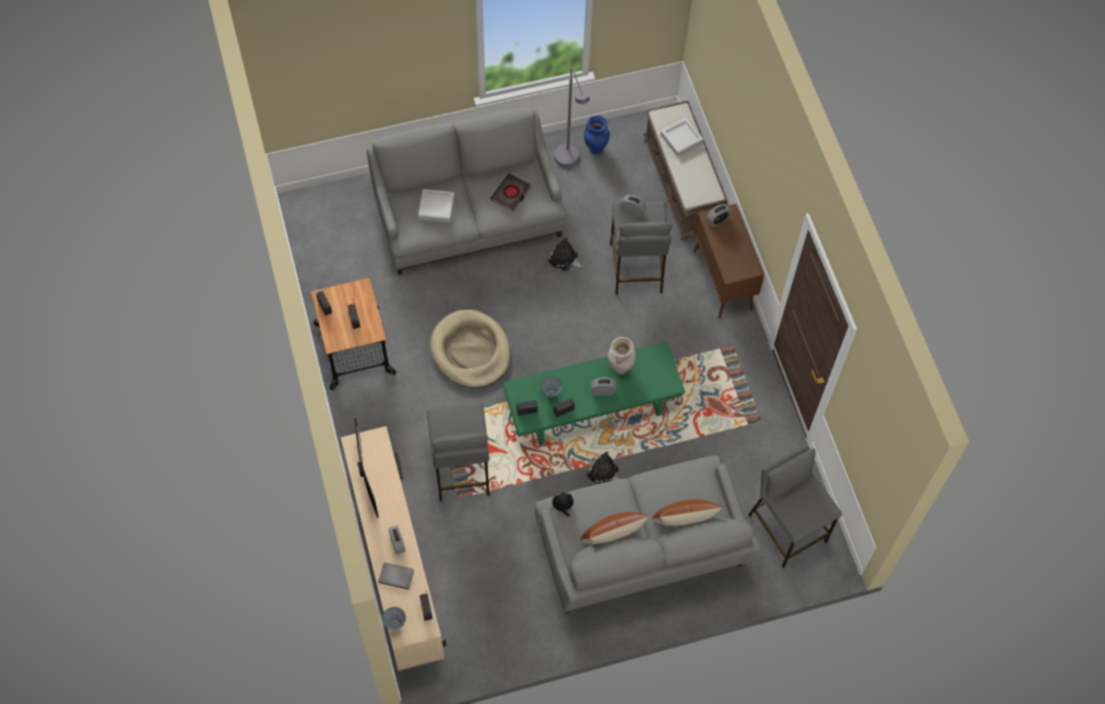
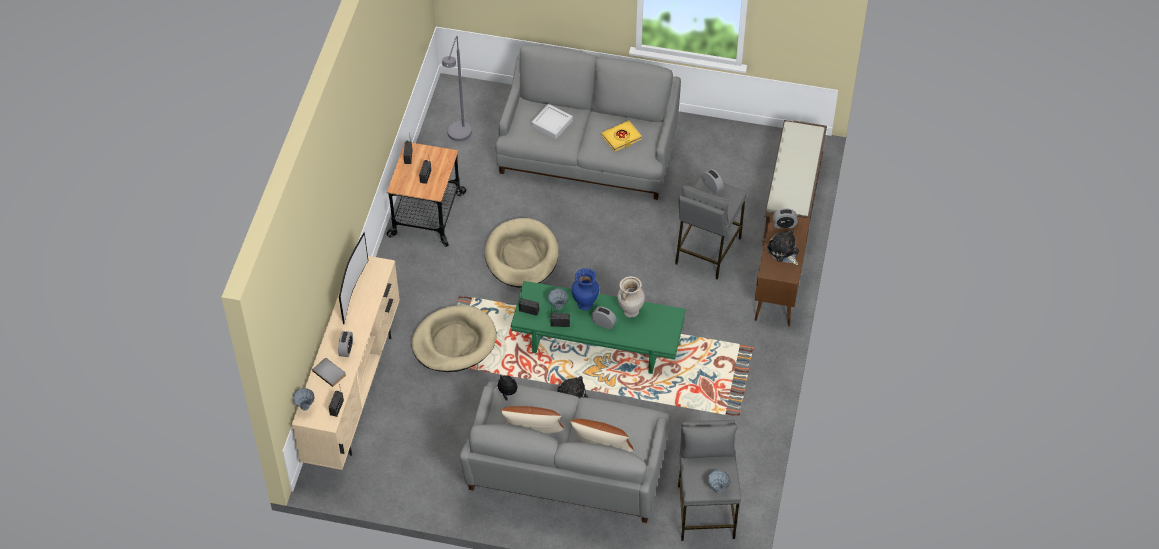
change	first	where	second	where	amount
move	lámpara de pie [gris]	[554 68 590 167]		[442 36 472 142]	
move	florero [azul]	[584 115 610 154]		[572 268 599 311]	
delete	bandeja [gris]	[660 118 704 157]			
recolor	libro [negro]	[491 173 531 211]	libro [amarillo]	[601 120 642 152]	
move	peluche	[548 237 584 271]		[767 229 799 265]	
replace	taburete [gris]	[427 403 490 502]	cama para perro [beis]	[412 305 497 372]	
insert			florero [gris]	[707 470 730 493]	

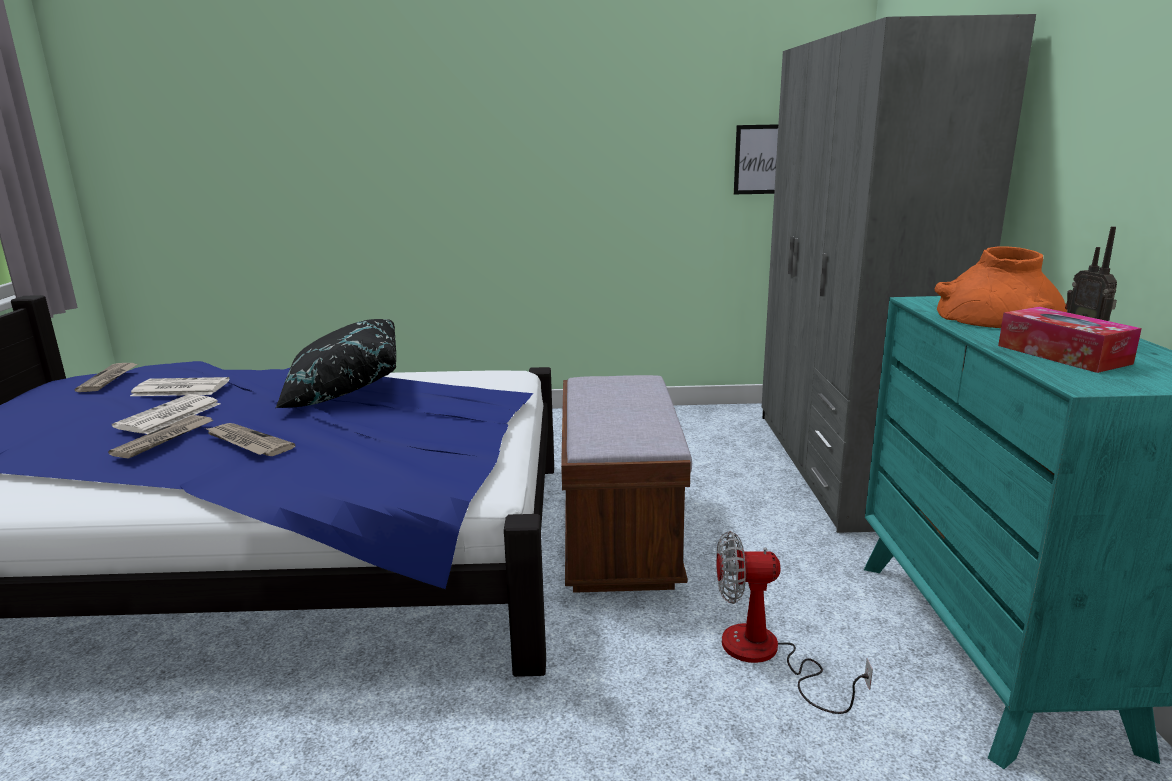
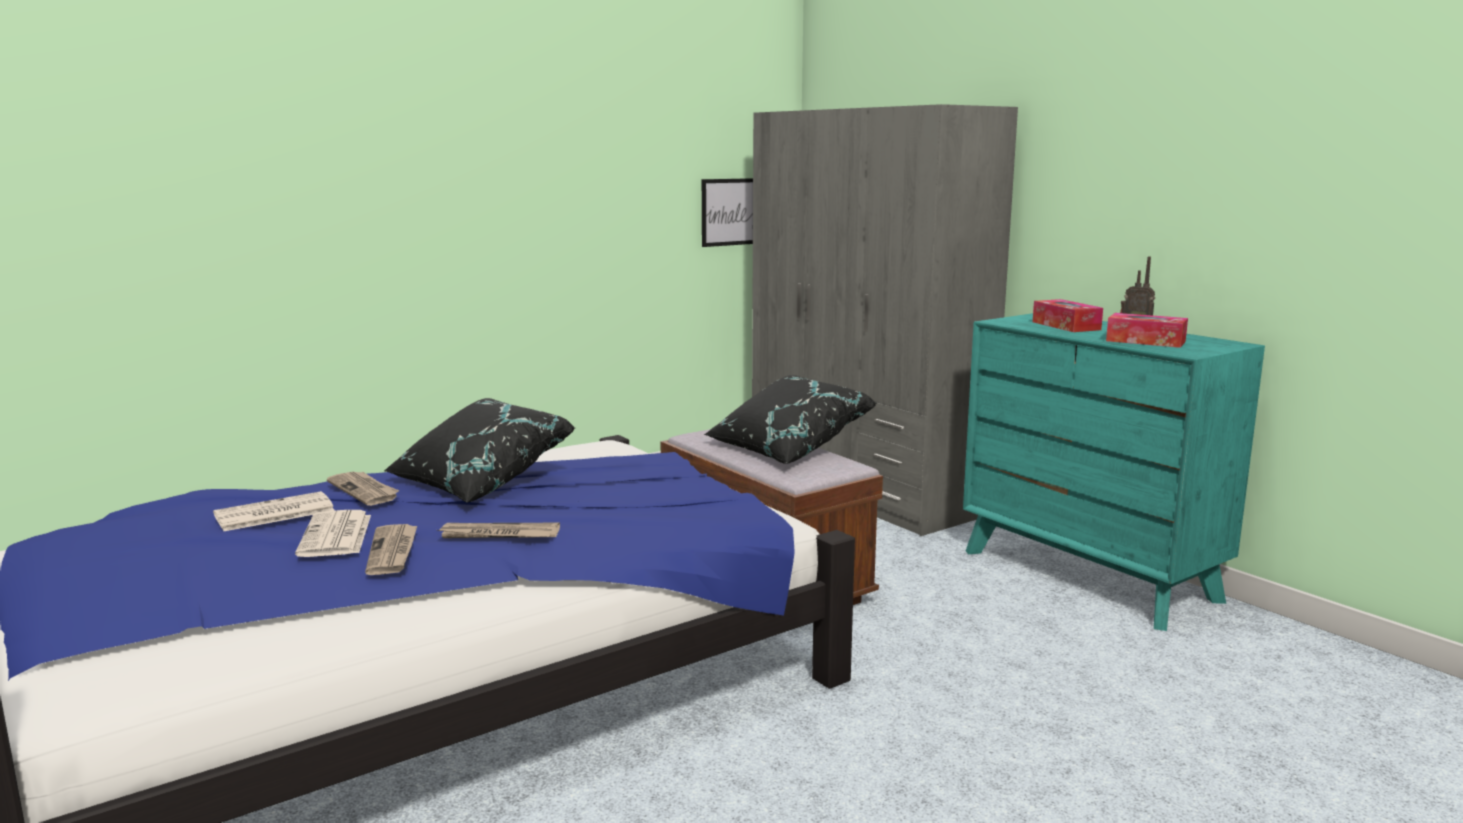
change	first	where	second	where	amount
replace	florero [naranja]	[935 247 1067 328]	caja de pañuelos	[1033 299 1103 332]	
move	periódico	[75 363 138 392]		[327 472 399 506]	
delete	ventilador	[717 531 873 714]			
insert			cojín [negro]	[704 375 877 464]	

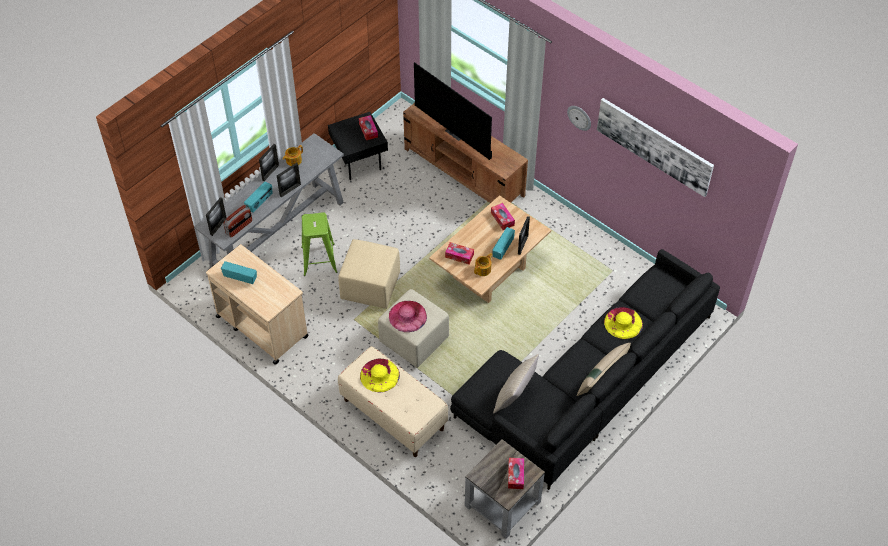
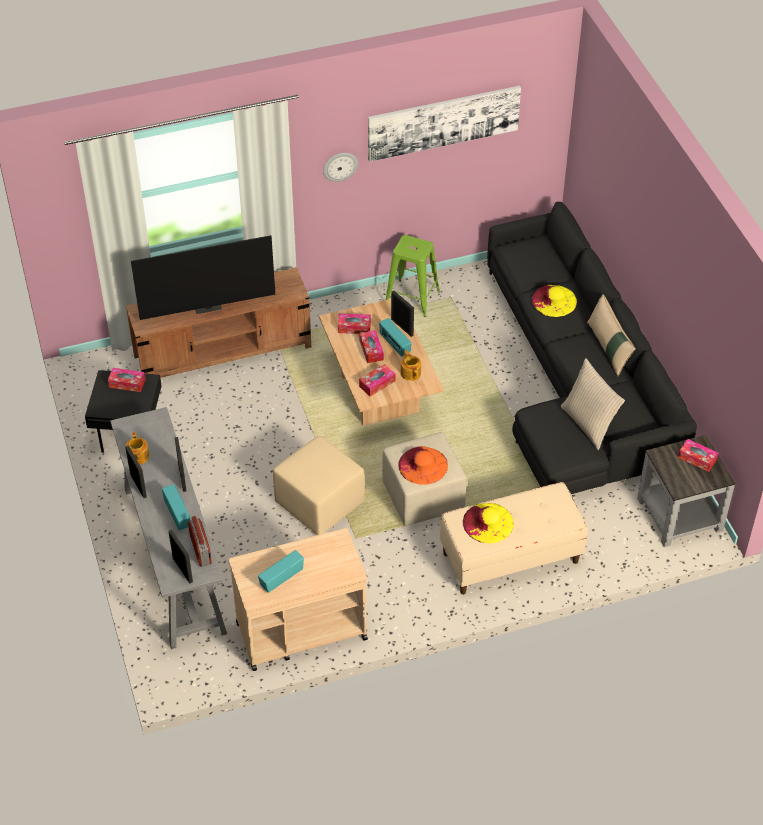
change	first	where	second	where	amount
move	taburete [verde]	[301 212 337 276]		[385 235 440 317]	
recolor	sombrero [rosa]	[389 301 427 332]	sombrero [naranja]	[399 446 448 485]	
insert			caja de pañuelos	[359 330 384 363]	

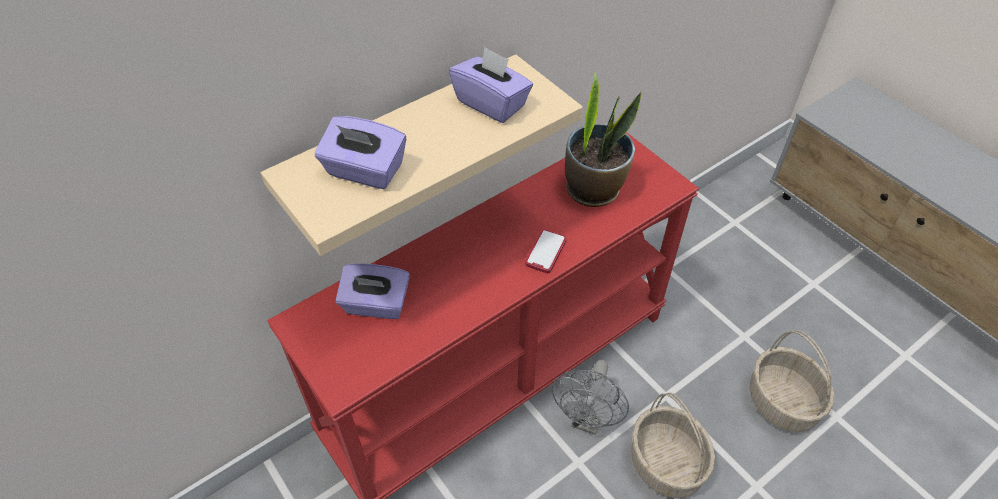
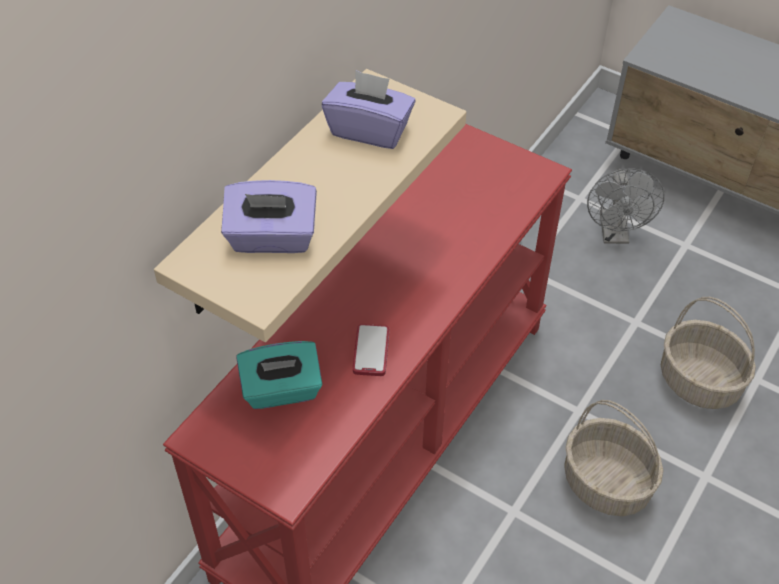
change	first	where	second	where	amount
delete	planta en maceta	[565 72 641 207]			
move	móvil	[525 230 566 273]		[353 324 389 376]	
recolor	caja de pañuelos [morado]	[336 263 410 319]	caja de pañuelos [turquesa]	[236 341 322 409]	
move	ventilador [gris]	[552 360 629 435]		[587 168 665 244]	

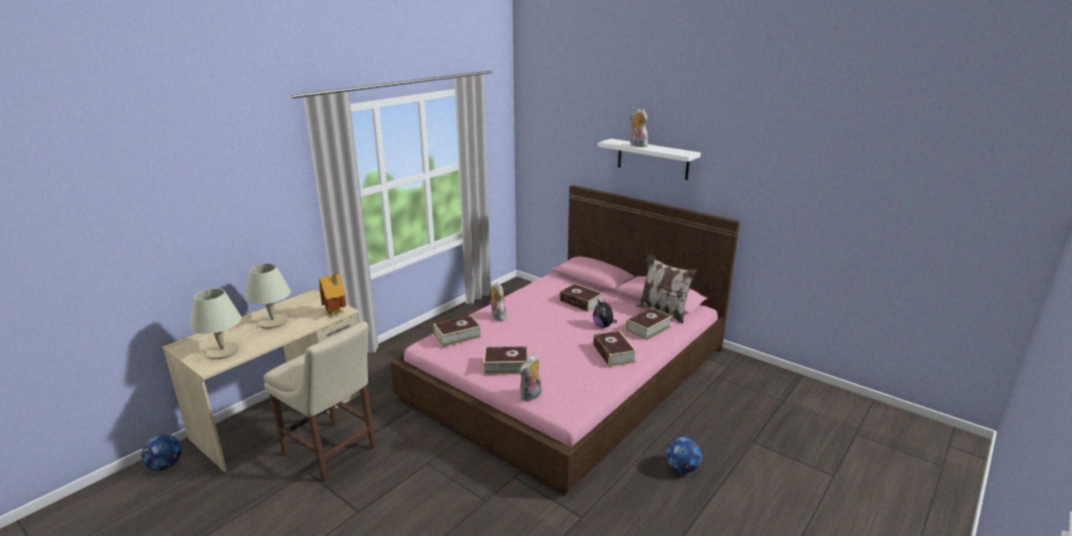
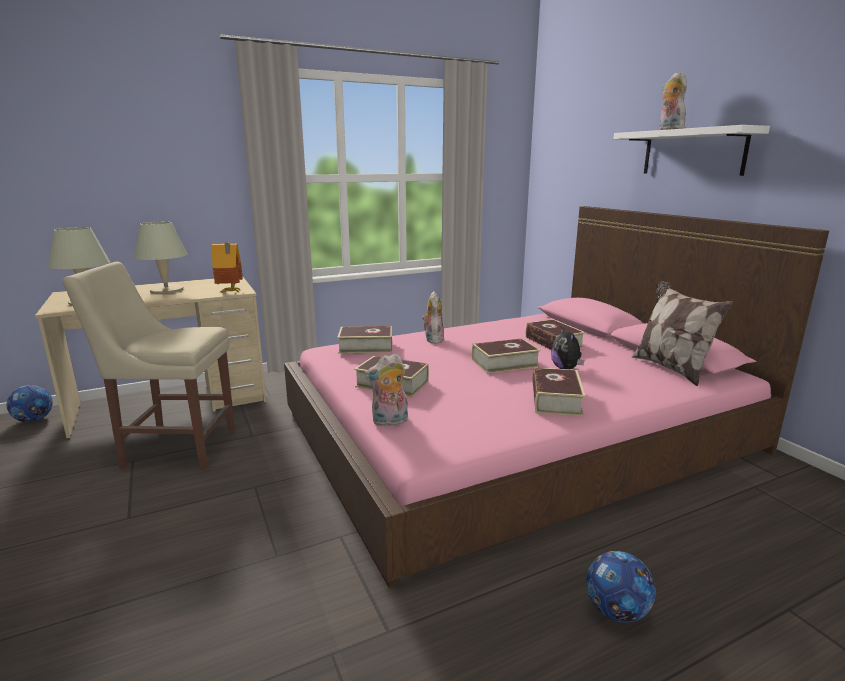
change	first	where	second	where	amount
move	libro	[626 308 672 341]		[472 339 541 373]	
rotate	silla [beis]	[264 321 376 482]		[63 262 235 470]	120 degrees clockwise

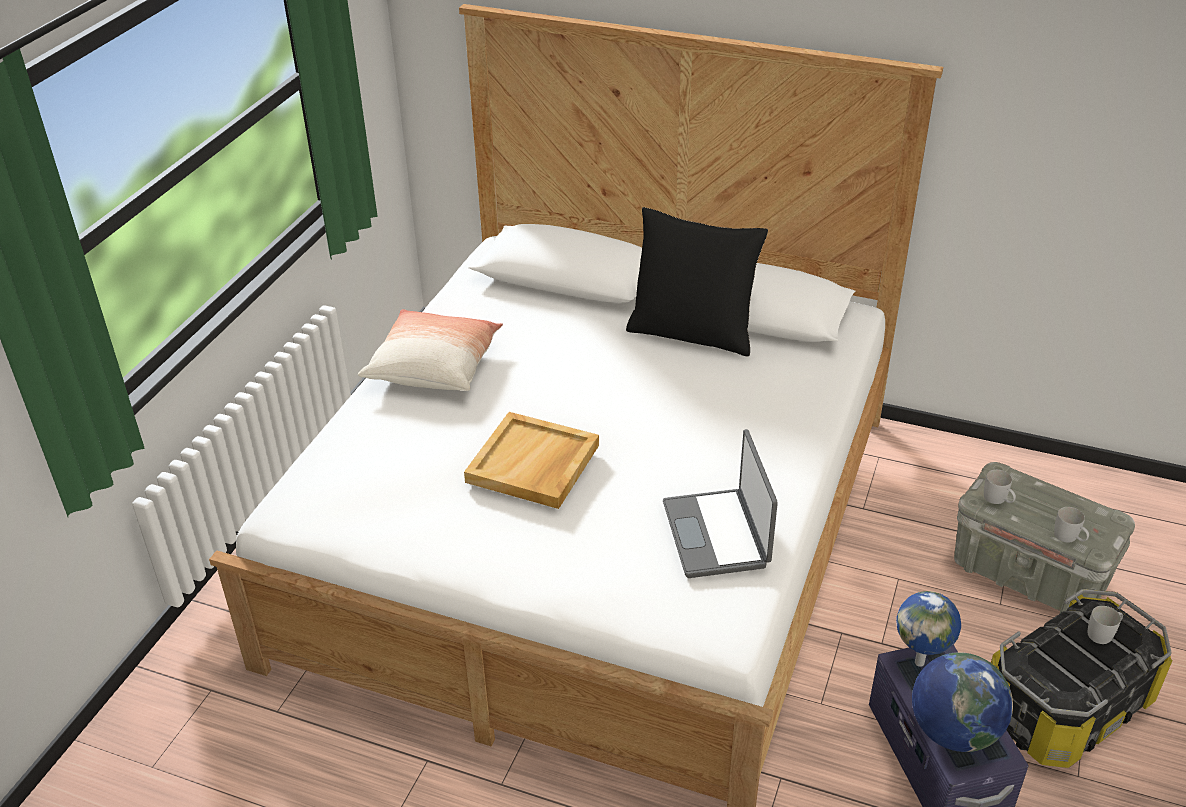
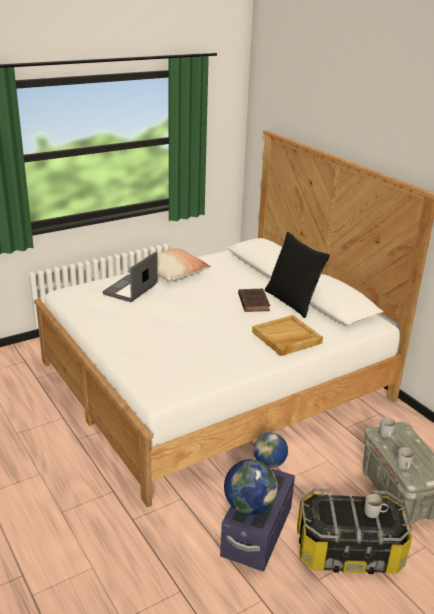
change	first	where	second	where	amount
move	bandeja [beis]	[464 412 599 509]		[252 315 323 356]	
move	portátil	[663 429 778 578]		[103 252 158 302]	
insert			libro [marrón]	[238 289 270 312]	

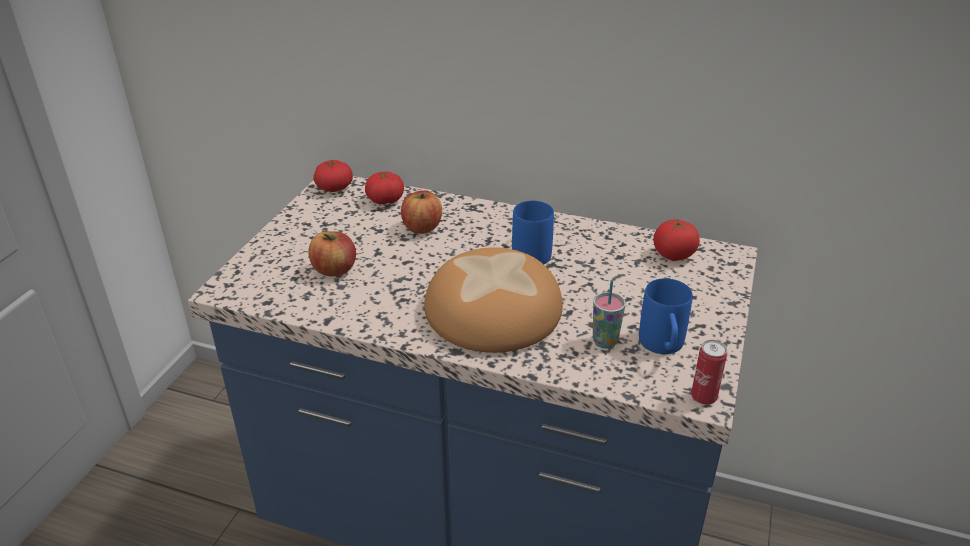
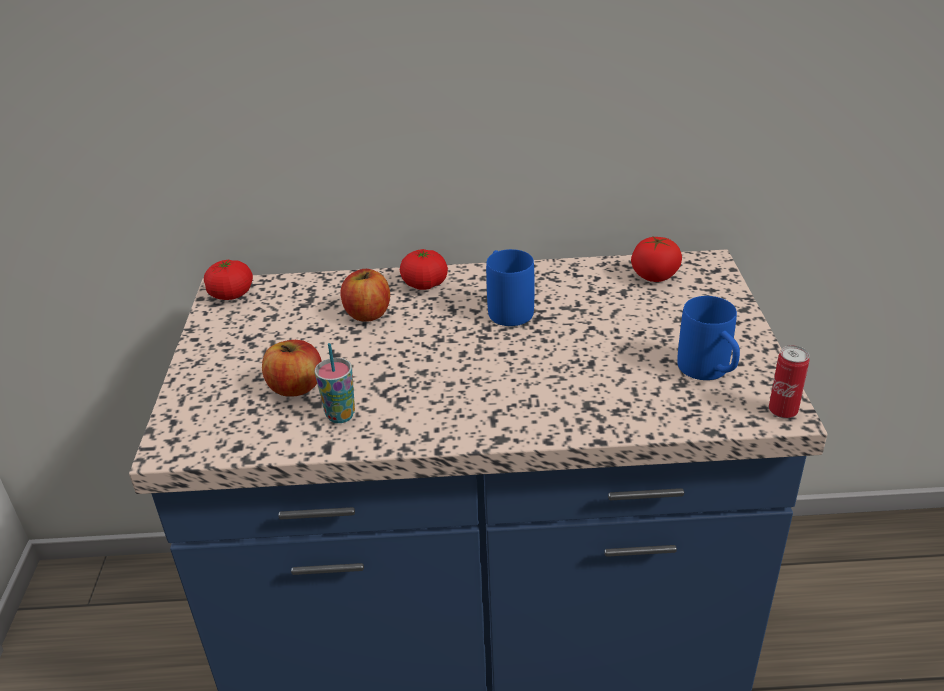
change	first	where	second	where	amount
move	tomate	[365 171 404 204]		[400 249 448 290]	
delete	pan	[424 247 563 353]			
move	taza	[593 280 626 349]		[315 343 355 423]	

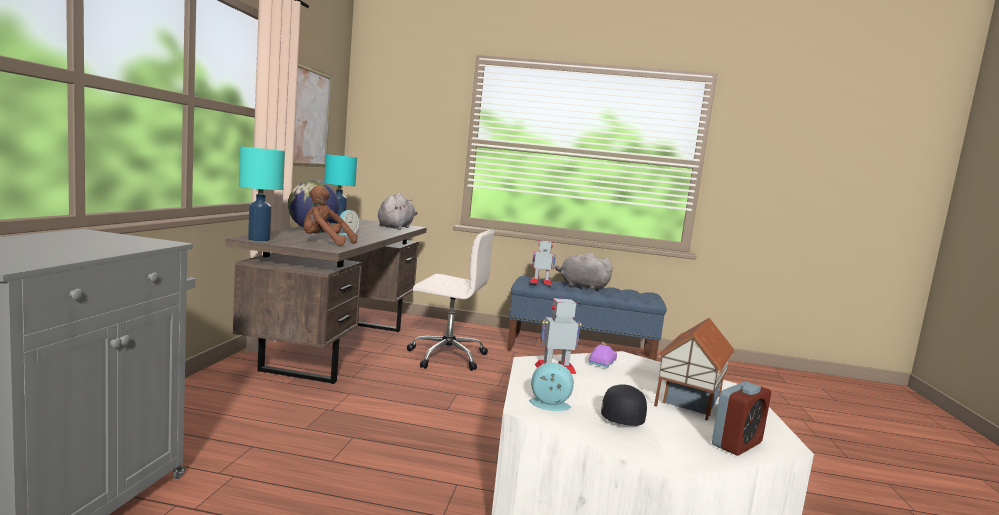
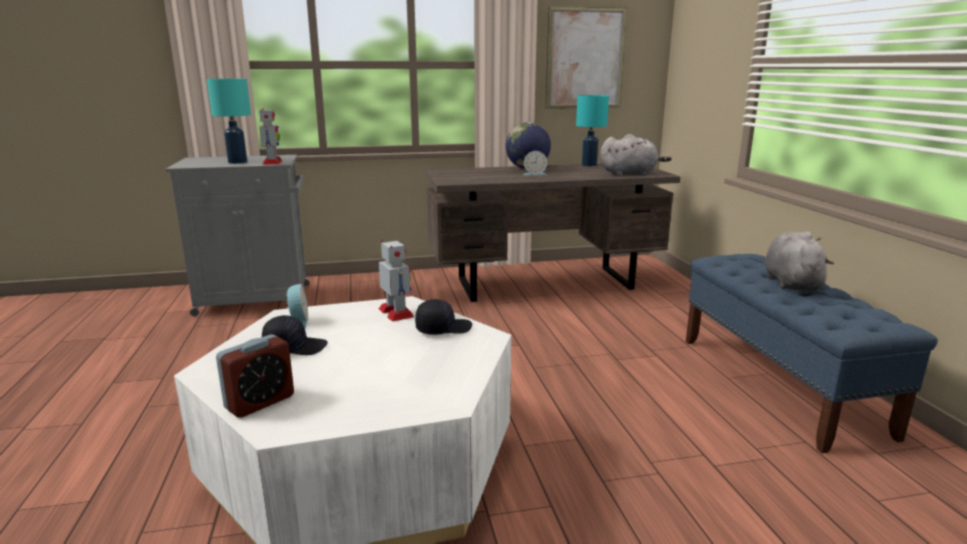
change	first	where	second	where	amount
move	lámpara de mesa [turquesa]	[239 146 285 241]		[207 79 251 164]	
delete	peluche [marrón]	[303 185 358 246]			
delete	silla de oficina [blanco]	[407 230 495 371]			
move	robot de juguete	[530 240 556 285]		[259 109 282 165]	
delete	casita	[654 318 735 420]			
replace	coche de juguete [morado]	[588 341 617 368]	gorra [negro]	[415 299 472 335]	
rotate	despertador	[712 381 771 456]		[216 334 294 418]	75 degrees counterclockwise

